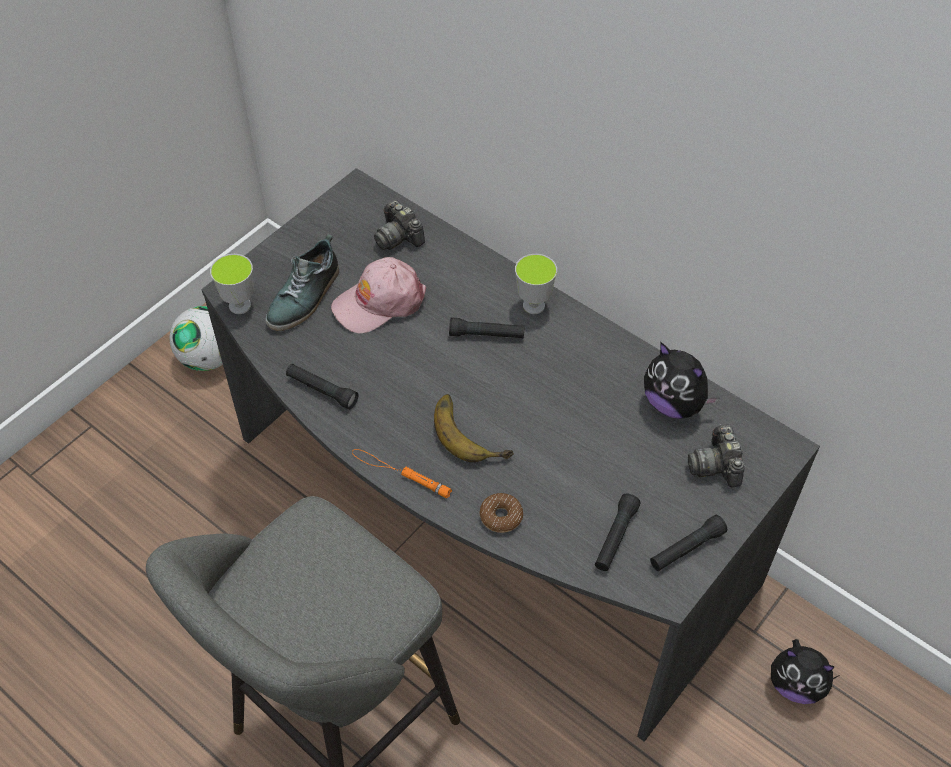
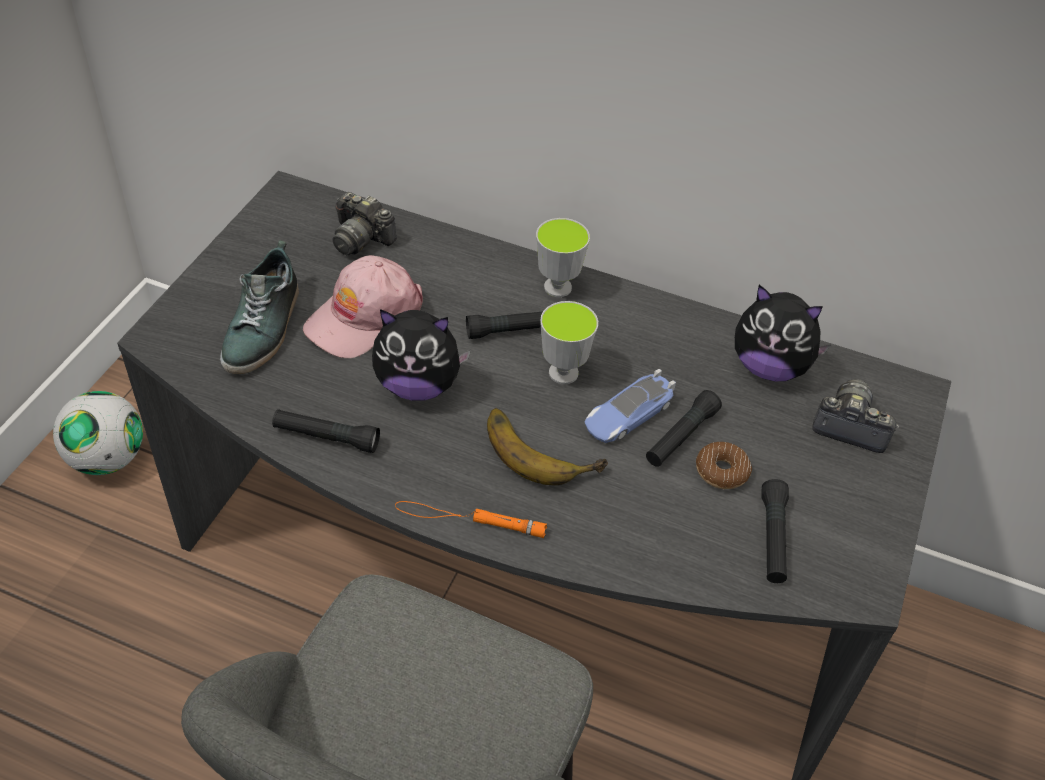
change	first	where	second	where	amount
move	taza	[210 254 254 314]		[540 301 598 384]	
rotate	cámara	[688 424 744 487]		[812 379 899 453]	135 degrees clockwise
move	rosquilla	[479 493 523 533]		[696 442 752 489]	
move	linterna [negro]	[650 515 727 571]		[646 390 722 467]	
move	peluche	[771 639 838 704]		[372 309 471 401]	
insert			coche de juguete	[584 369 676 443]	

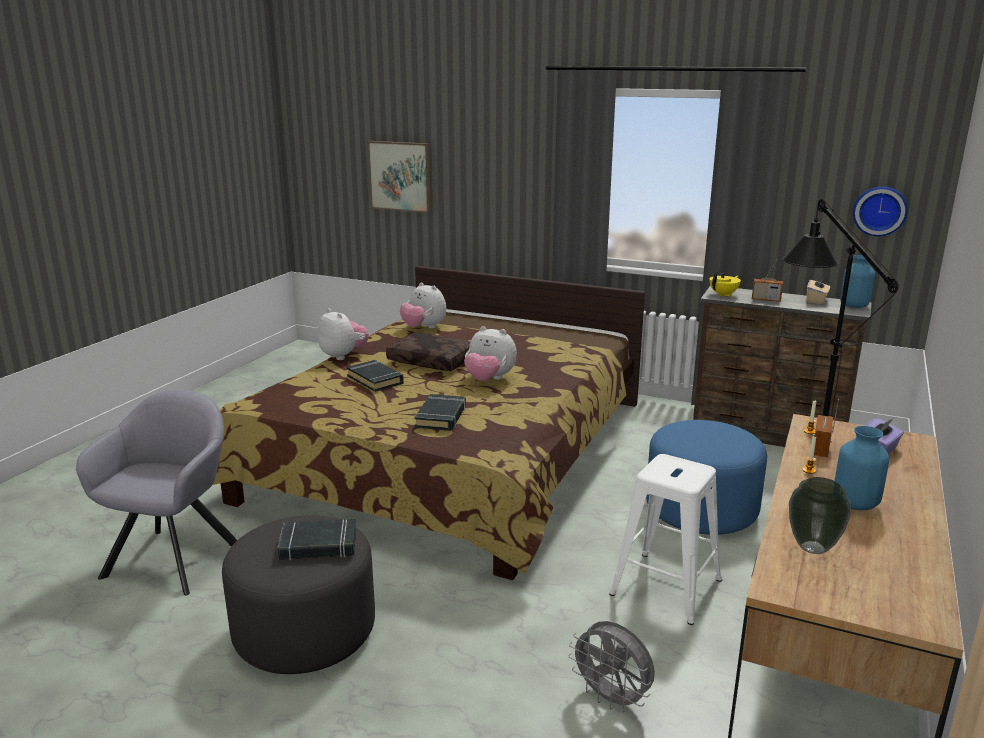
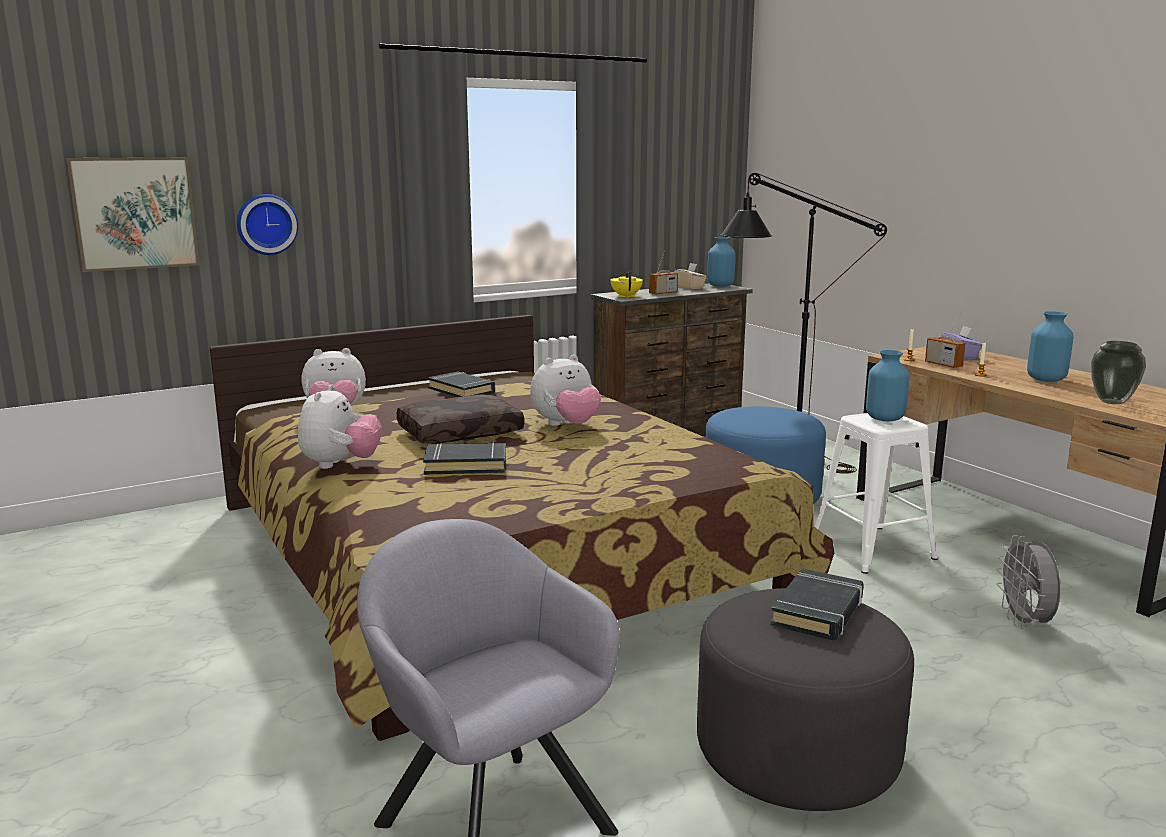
change	first	where	second	where	amount
move	reloj de pared	[853 186 908 236]		[237 194 298 255]	
rotate	peluche	[317 309 369 360]		[298 384 382 469]	105 degrees clockwise
move	libro [negro]	[414 394 466 431]		[428 372 495 397]	
rotate	ventilador [gris]	[569 621 655 712]		[996 535 1060 629]	105 degrees clockwise
insert			florero [azul]	[866 350 910 421]	

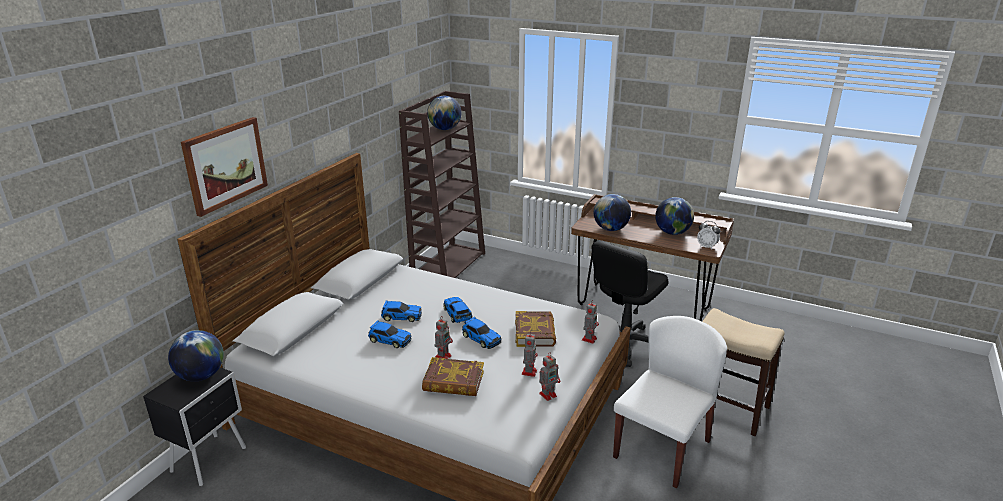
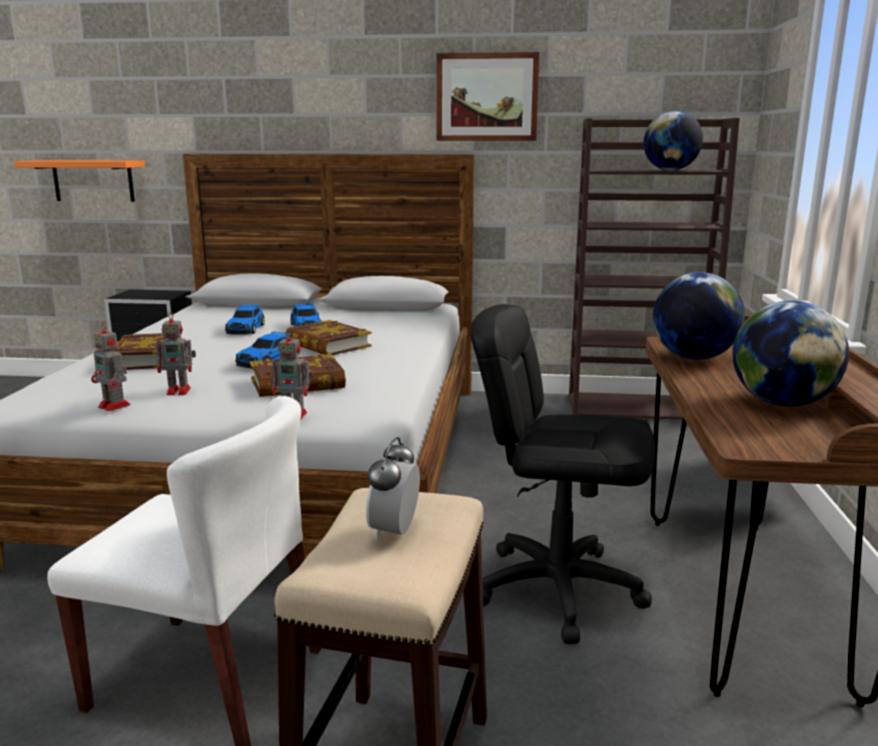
change	first	where	second	where	amount
move	cuadro	[181 117 268 217]		[436 52 539 141]	
move	despertador	[697 221 720 250]		[366 437 420 540]	
replace	coche de juguete	[443 297 472 323]	libro	[286 320 372 355]	
delete	robot de juguete	[435 319 453 359]			
delete	globo terráqueo	[168 330 224 381]			
insert			estante [naranja]	[14 160 145 202]	

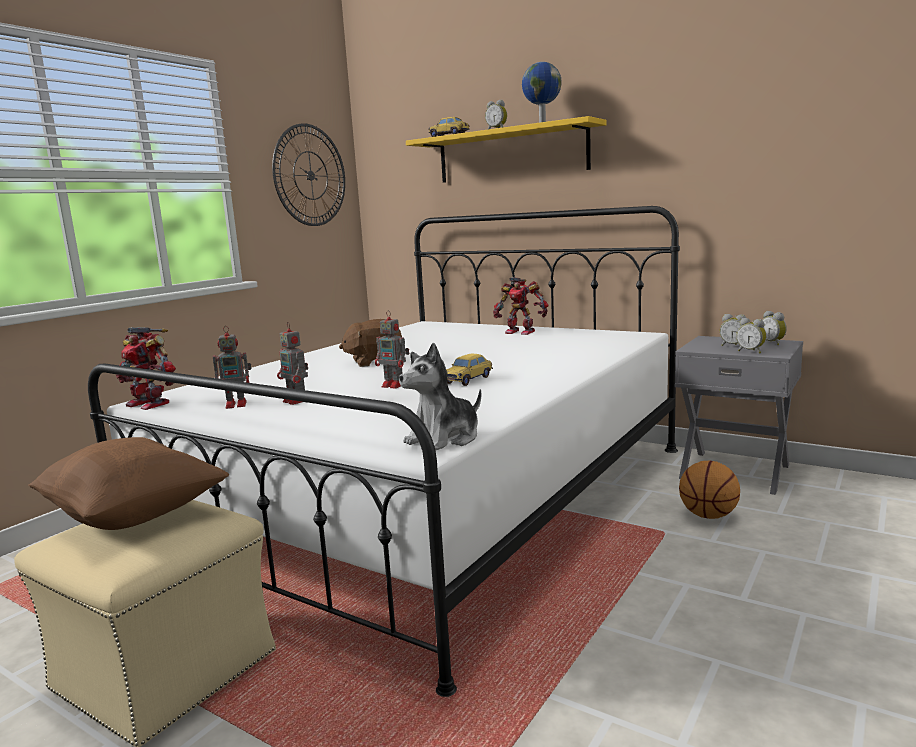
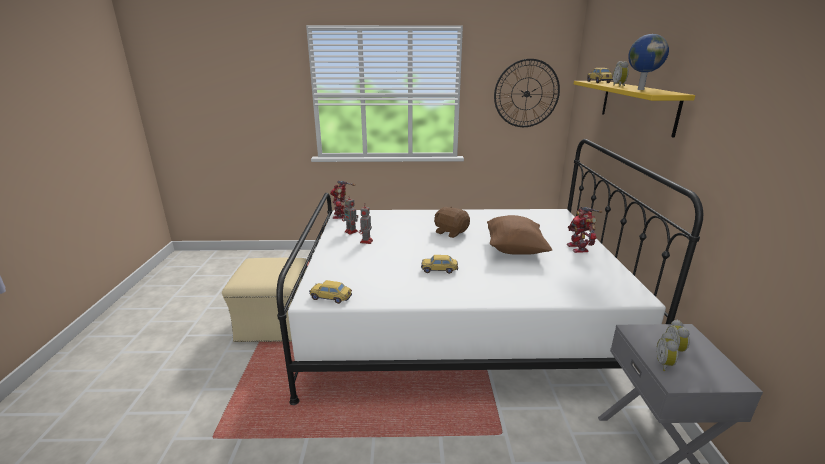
change	first	where	second	where	amount
delete	robot de juguete	[375 310 409 389]			
delete	despertador	[763 311 787 345]			
replace	peluche	[399 343 481 451]	coche de juguete	[309 280 352 304]	
move	cojín [marrón]	[28 437 229 530]		[487 215 552 255]	
delete	balón de baloncesto	[679 460 740 519]			

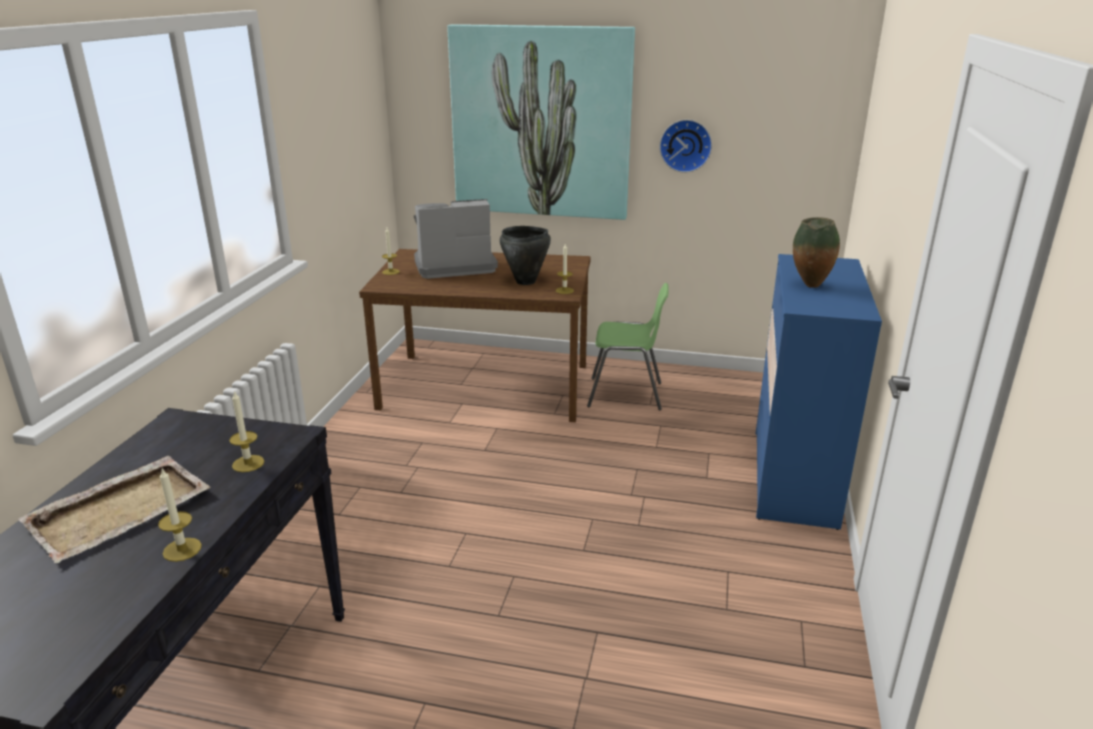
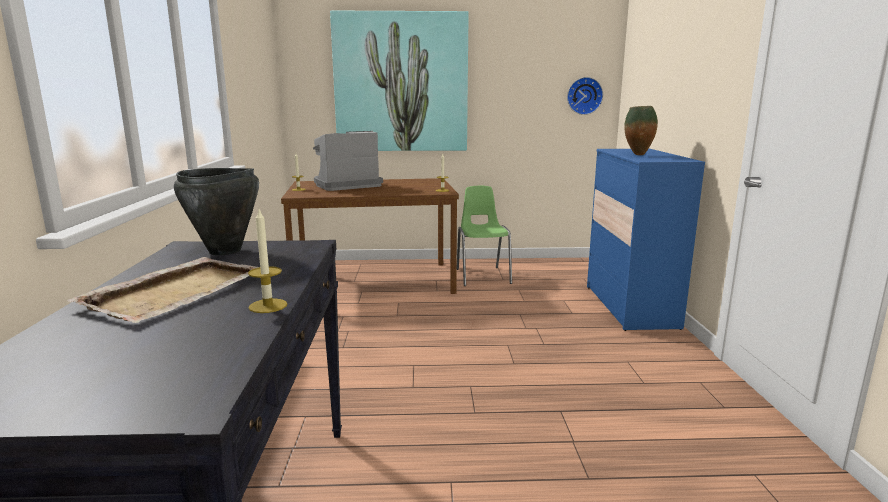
change	first	where	second	where	amount
move	reloj de pared	[659 119 712 173]		[567 77 603 115]	
move	olla [negro]	[500 226 551 285]		[174 168 259 255]	
rotate	silla [verde]	[587 283 669 410]		[457 186 512 286]	90 degrees counterclockwise
delete	vela	[229 390 264 472]			

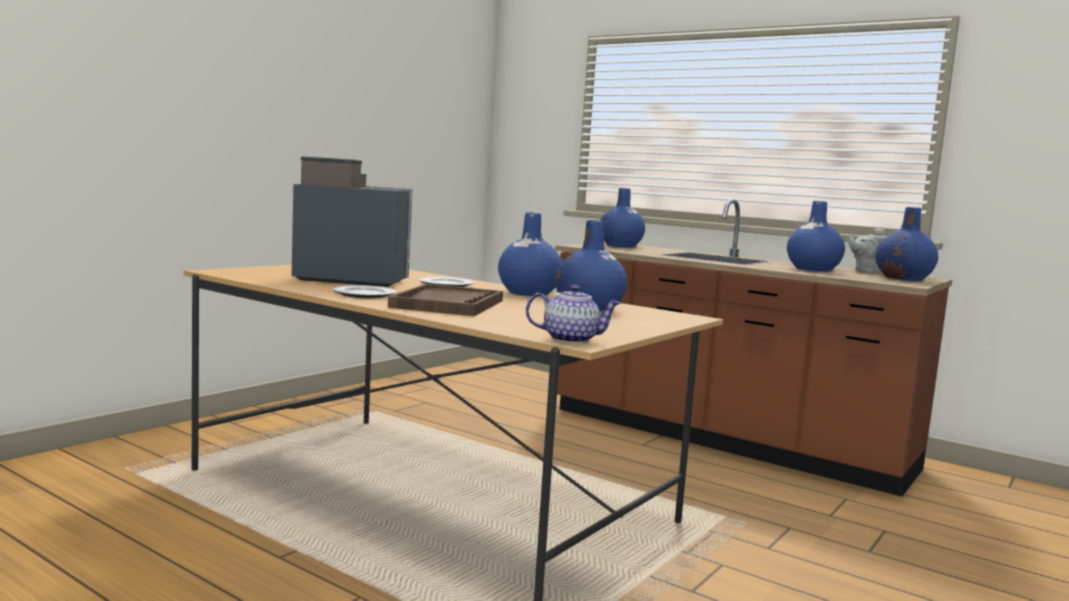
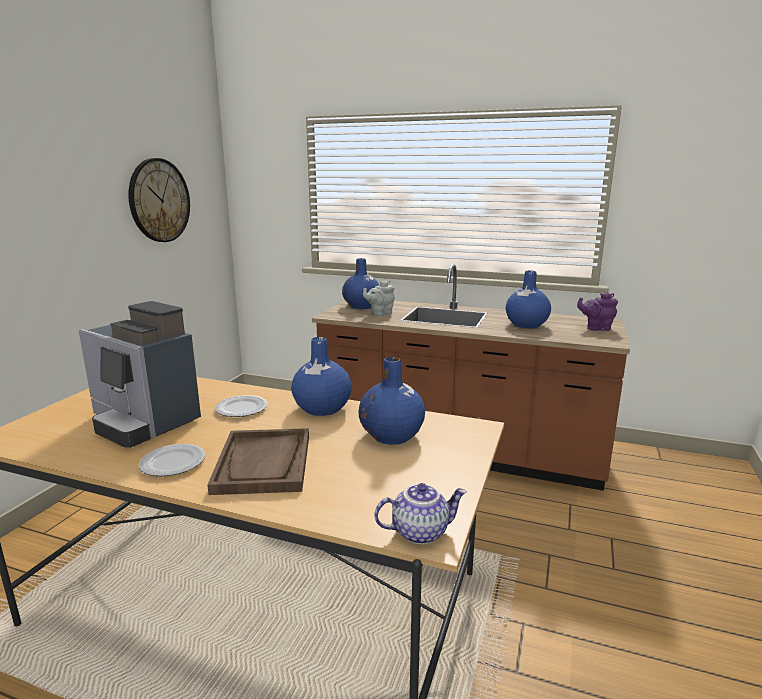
change	first	where	second	where	amount
rotate	cafetera	[292 156 412 287]		[79 301 201 448]	135 degrees counterclockwise
replace	florero [azul]	[875 207 938 281]	tetera [morado]	[577 293 618 331]	
move	tetera [gris]	[848 228 887 274]		[363 280 395 316]	
insert			reloj de pared	[128 158 190 242]	

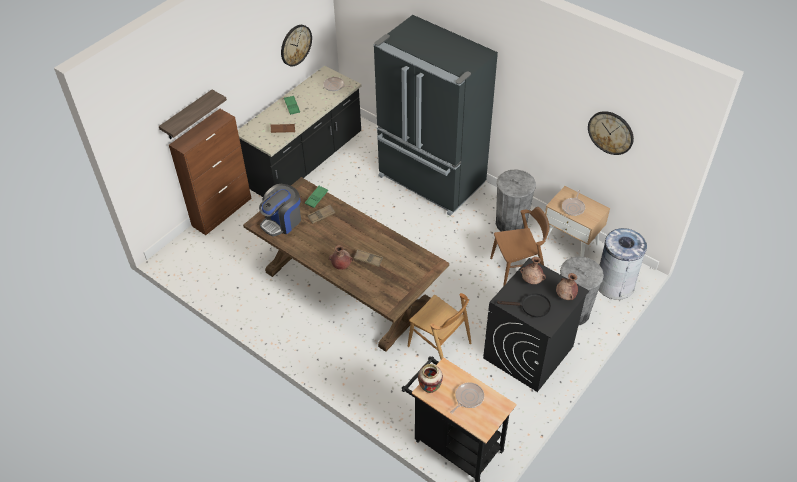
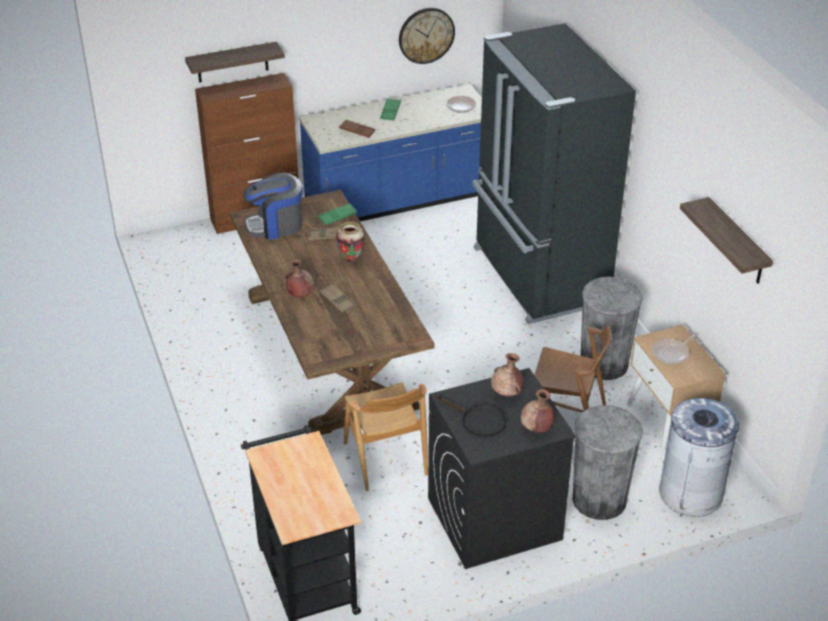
change	first	where	second	where	amount
recolor	mueble bajo de cocina [negro]	[238 66 361 197]	mueble bajo de cocina [azul]	[299 84 482 221]	
replace	reloj de pared	[588 111 634 155]	estante	[680 197 773 284]	
move	florero	[418 364 443 393]		[336 221 365 263]	
delete	sartén	[450 382 484 414]			

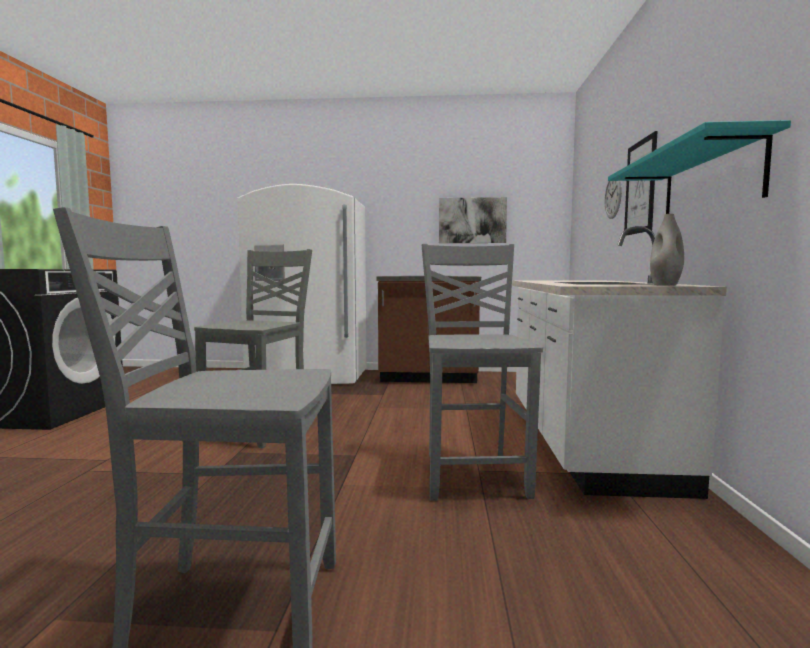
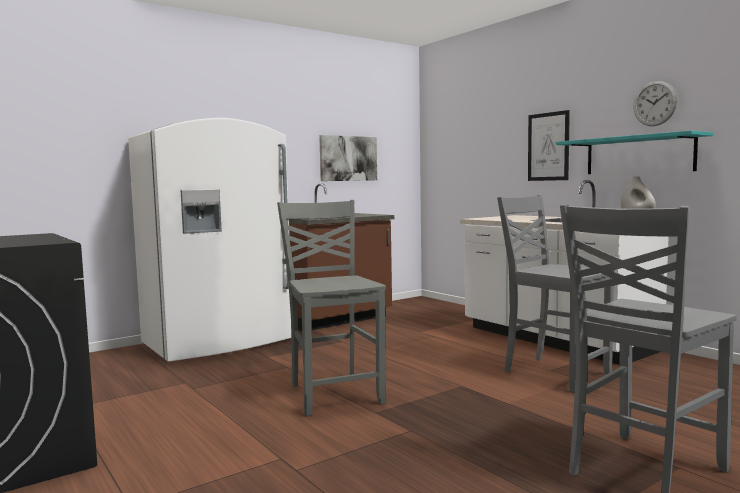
change	first	where	second	where	amount
move	reloj de pared	[605 181 622 219]		[633 81 677 126]	

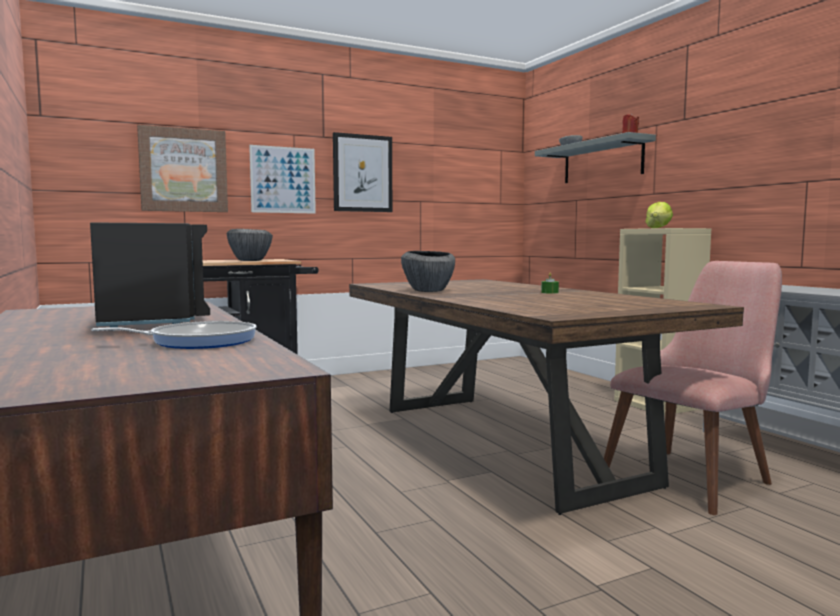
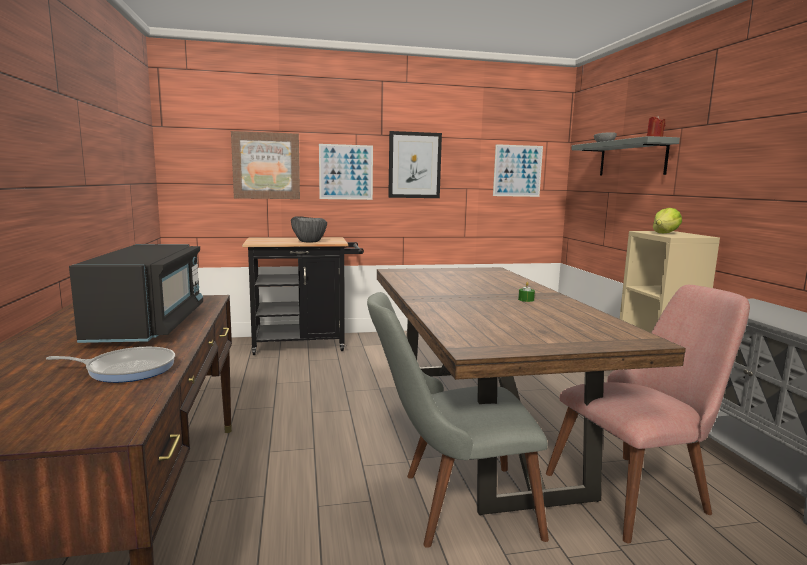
change	first	where	second	where	amount
delete	cuenco	[401 251 455 292]			
insert			cuadro	[493 144 543 197]	
insert			silla [gris]	[367 292 549 548]	

